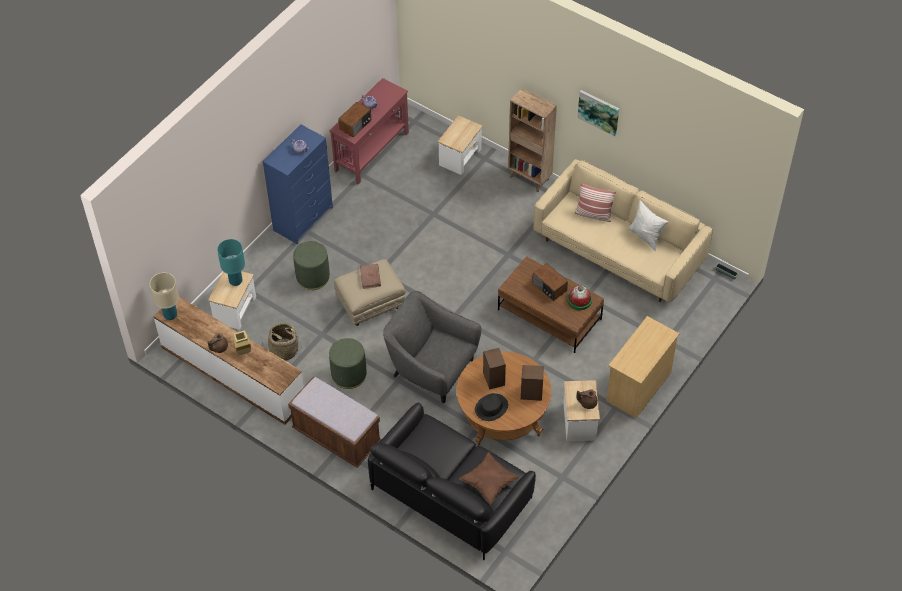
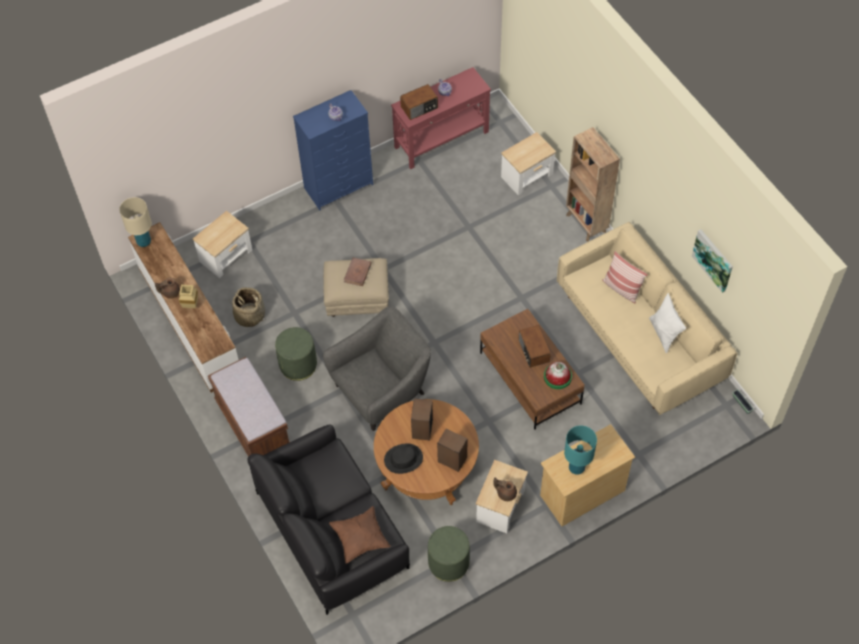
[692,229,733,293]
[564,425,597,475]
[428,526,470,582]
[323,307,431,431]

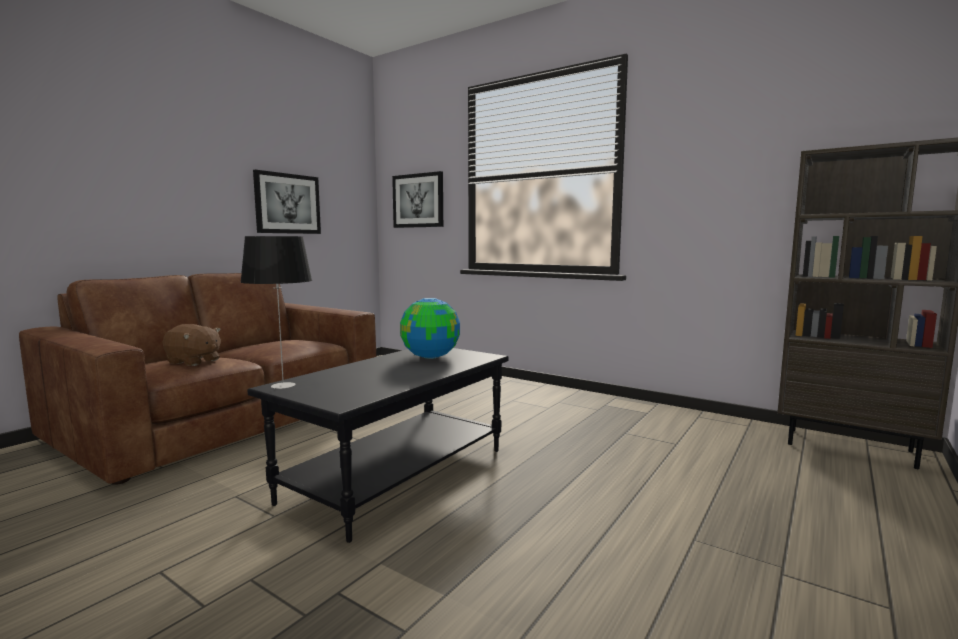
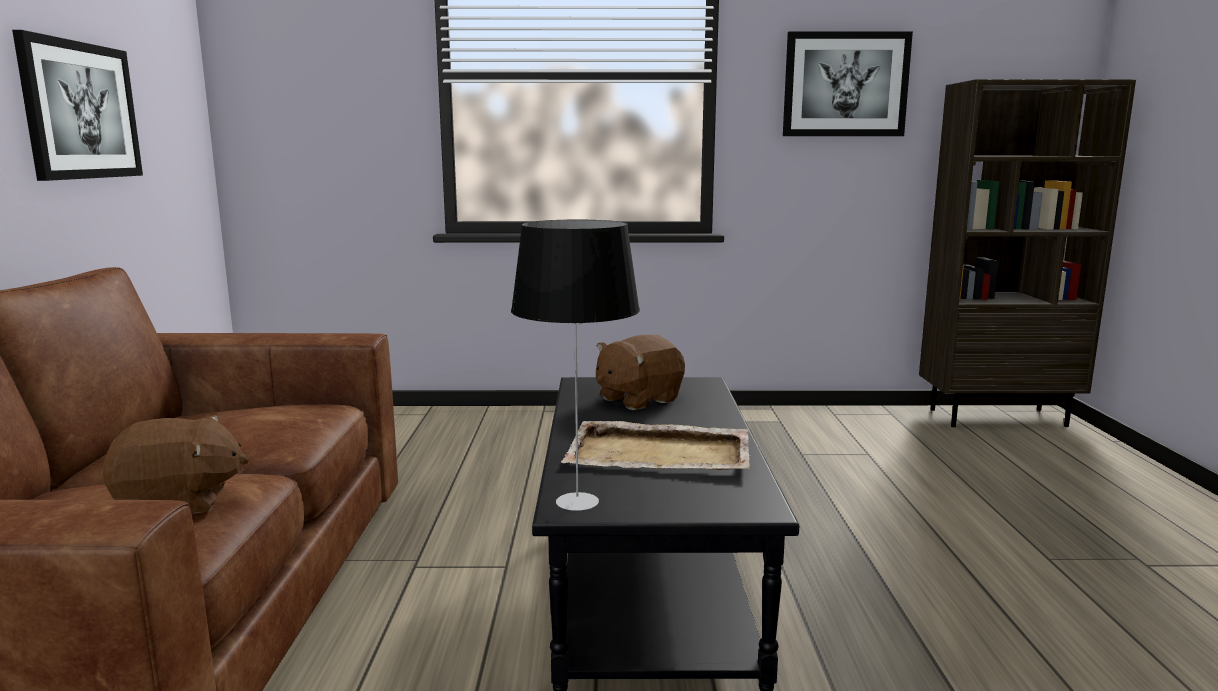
[783,31,913,136]
[596,335,685,410]
[561,421,750,470]

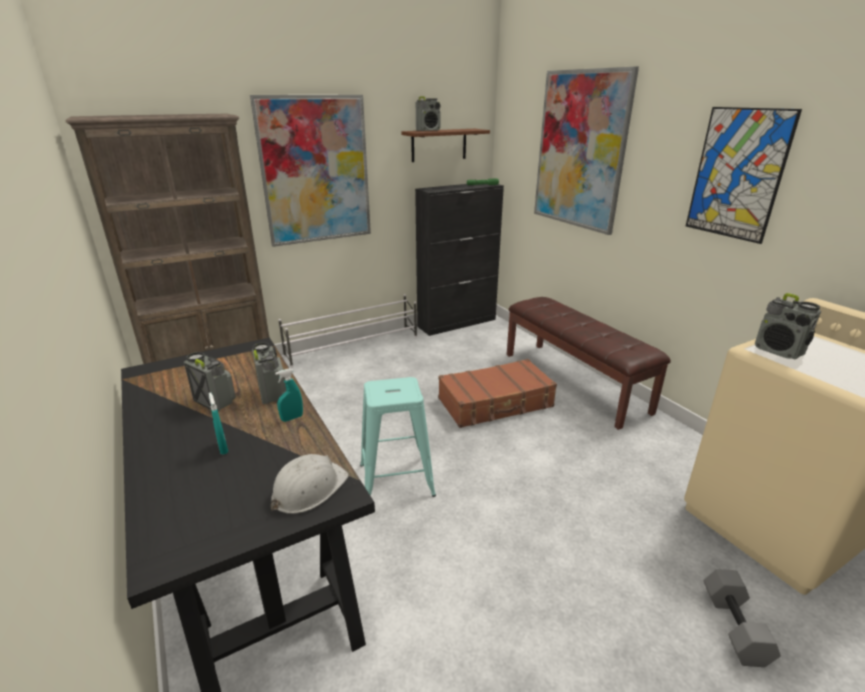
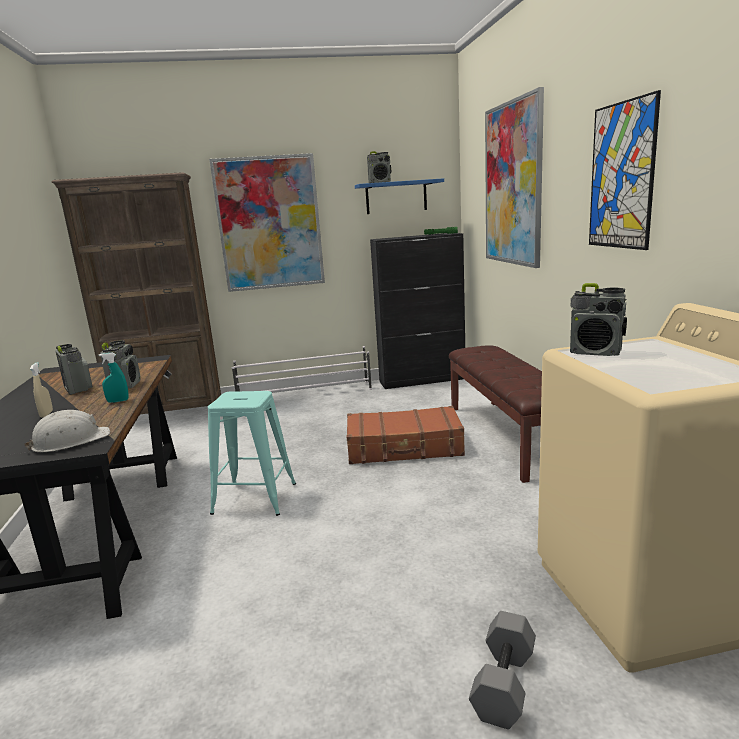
[355,178,444,214]
[570,283,627,356]
[30,362,53,418]

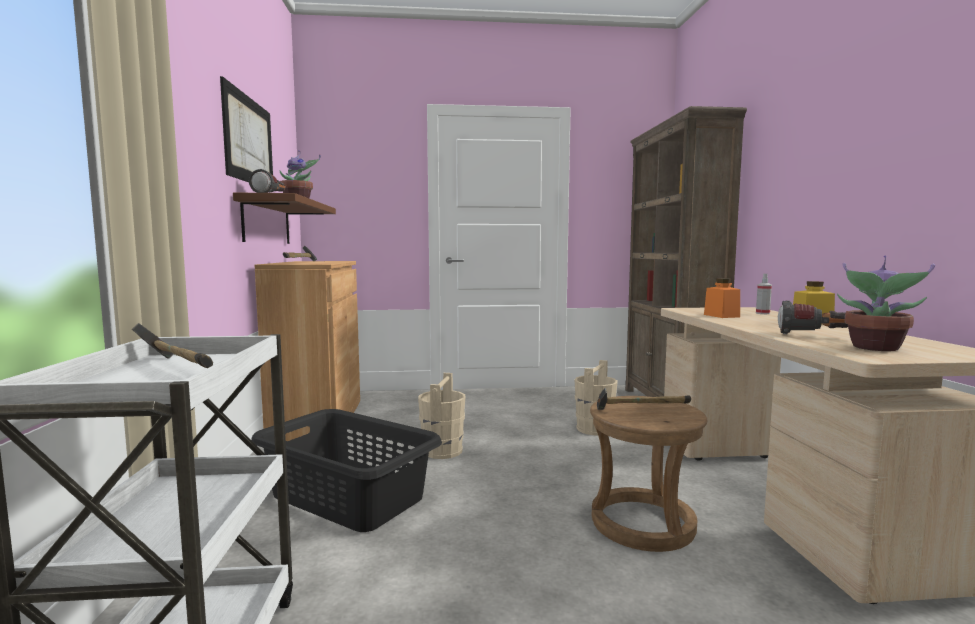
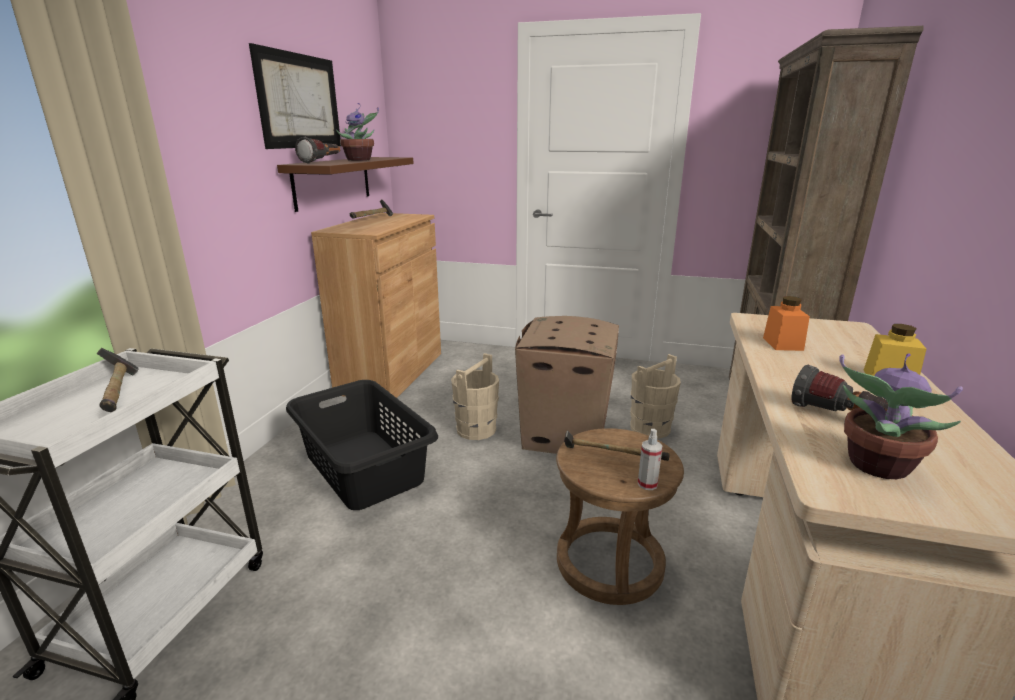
[638,429,663,490]
[515,316,619,454]

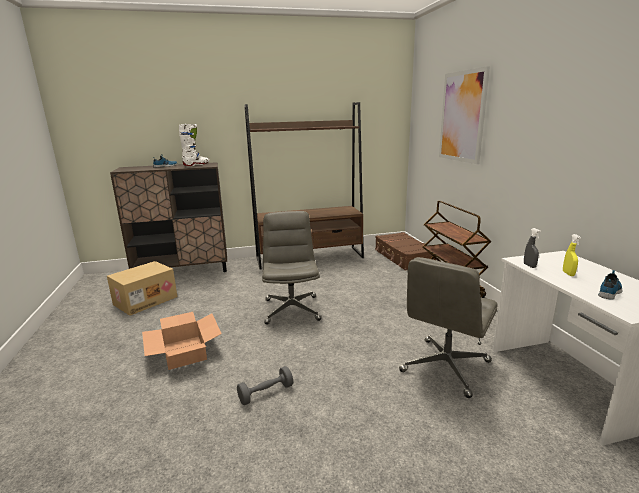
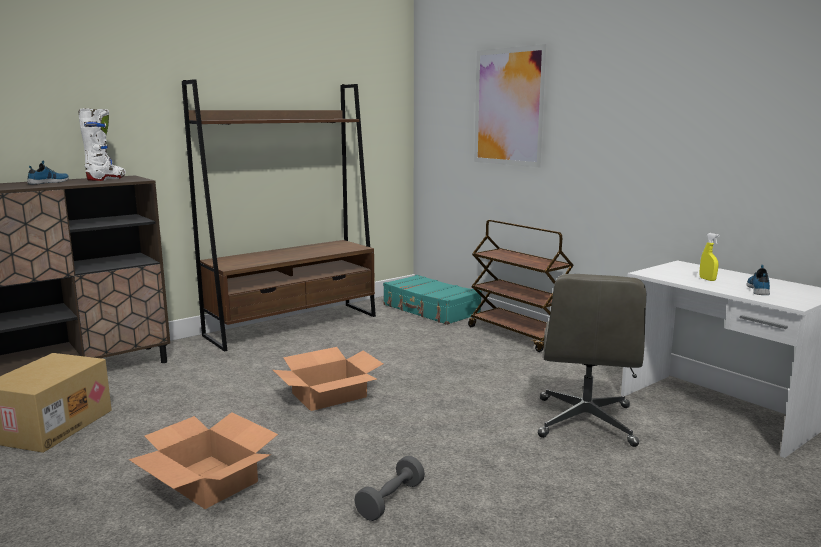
[273,347,383,411]
[524,228,541,268] (first image)
[383,275,482,325]

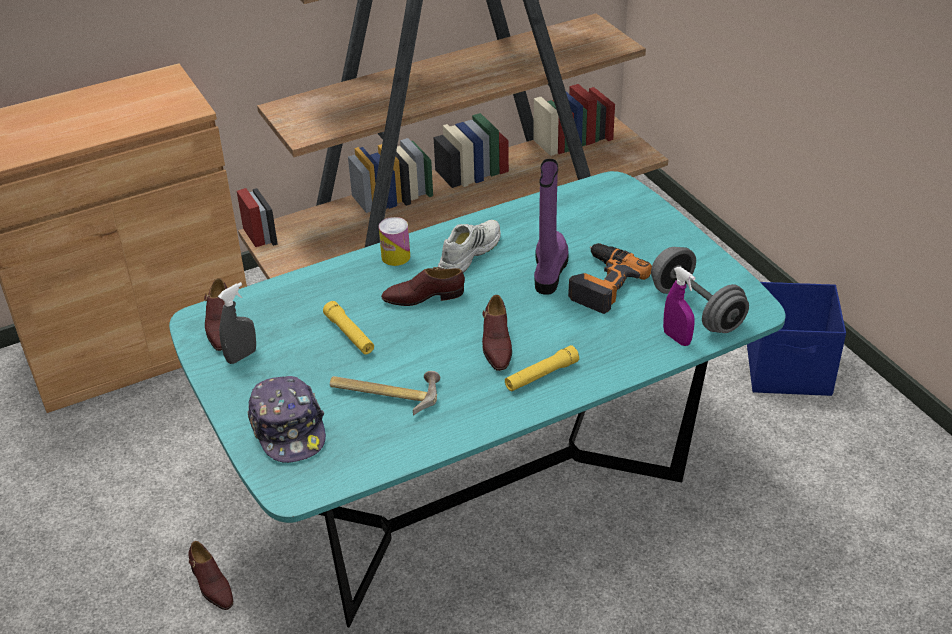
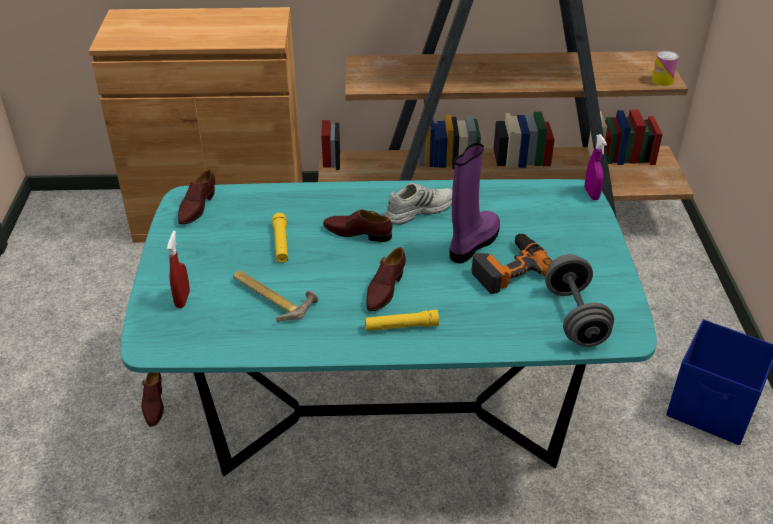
[652,51,679,86]
[585,134,607,200]
[218,282,256,364] (first image)
[167,231,190,308]

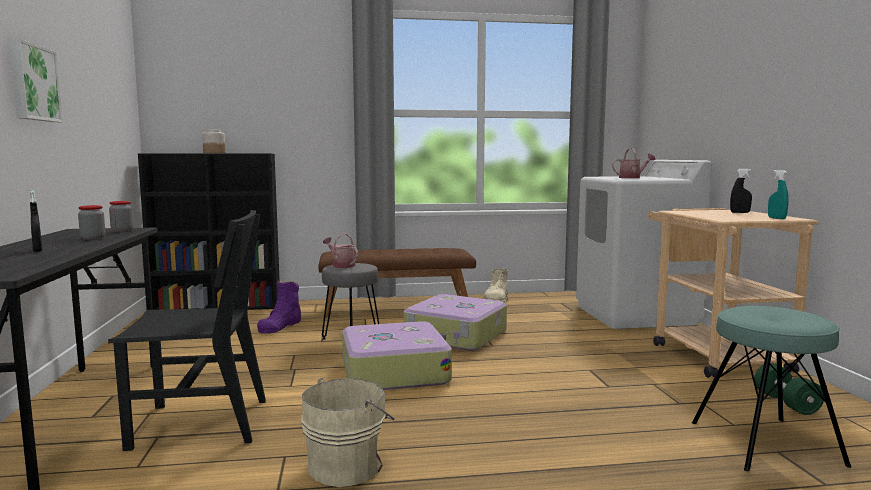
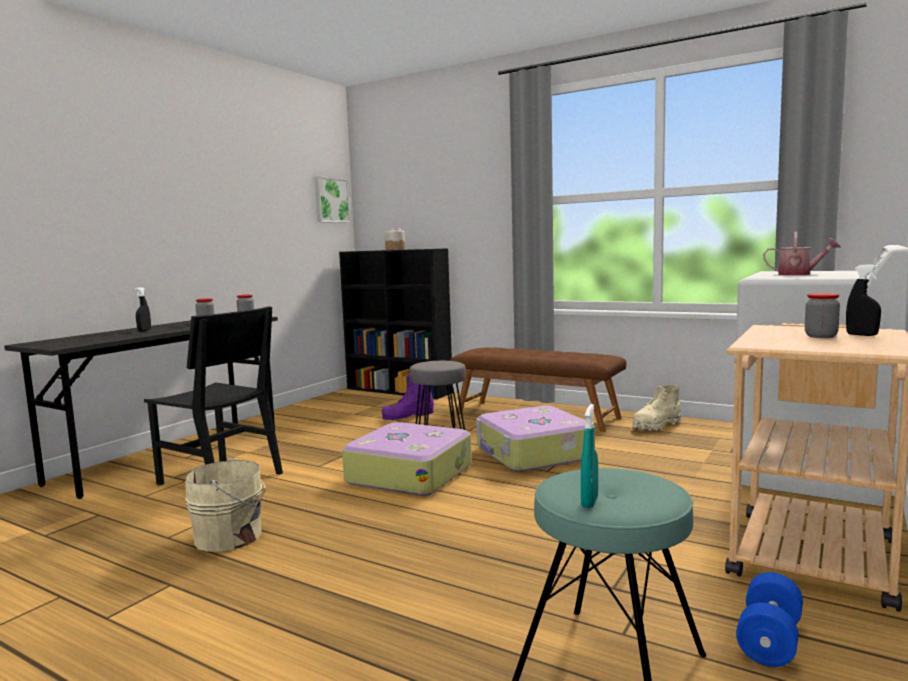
[314,176,350,223]
[581,404,598,508]
[323,233,358,268] (first image)
[736,572,803,667]
[805,293,840,338]

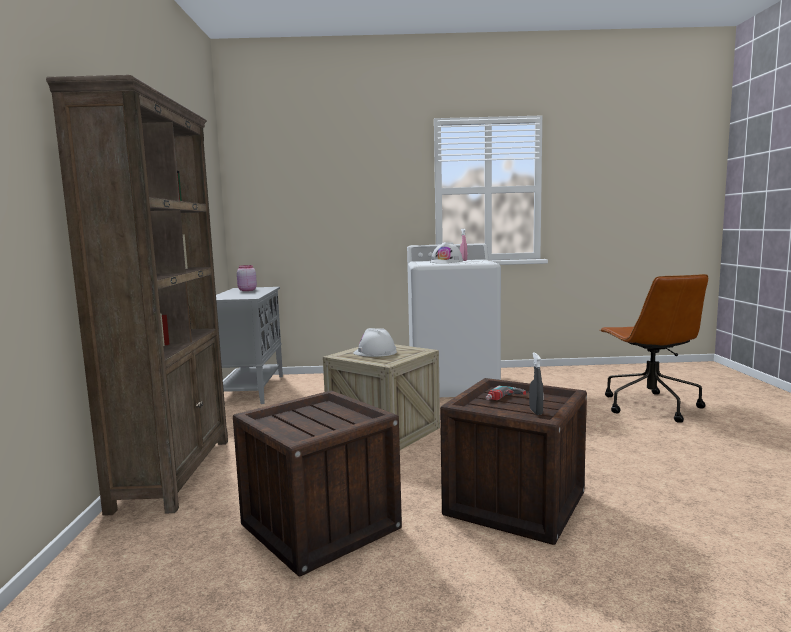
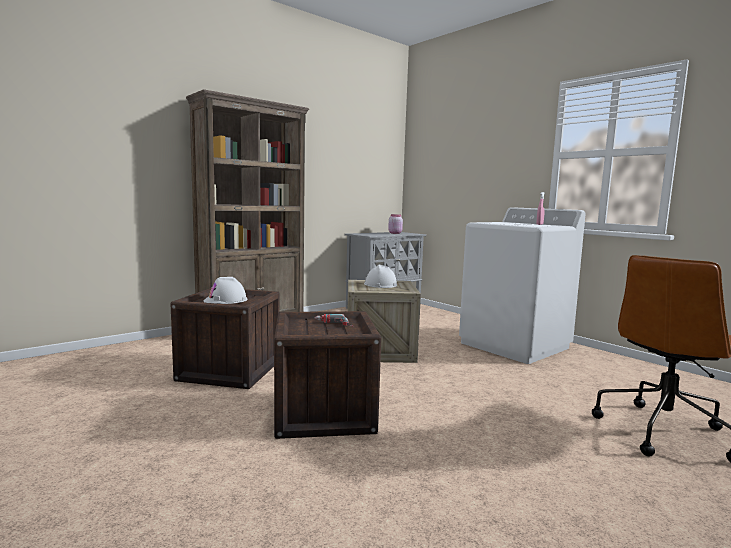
[204,277,248,304]
[529,353,543,415] (first image)

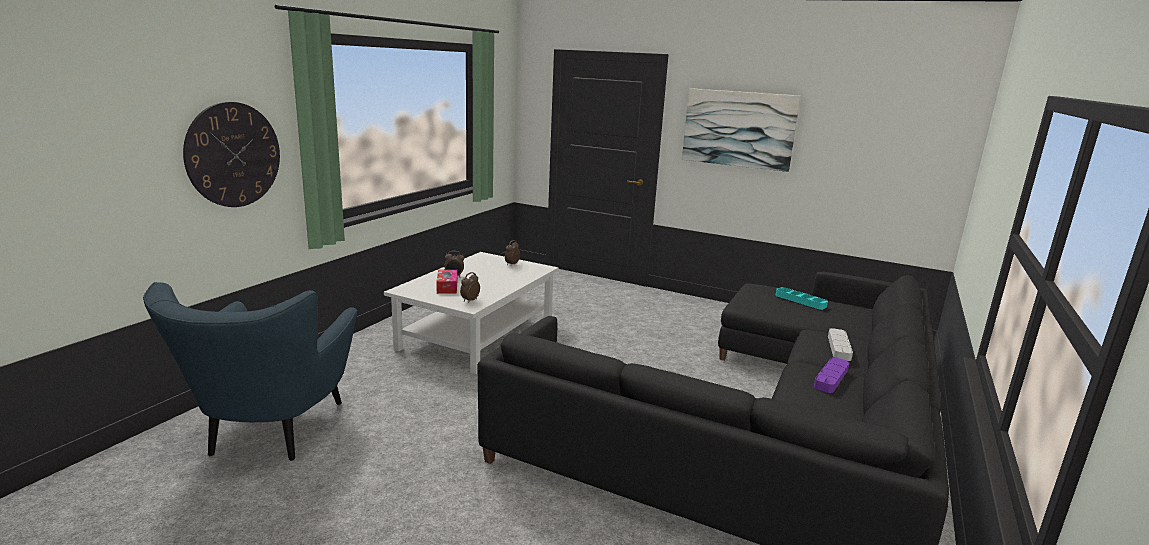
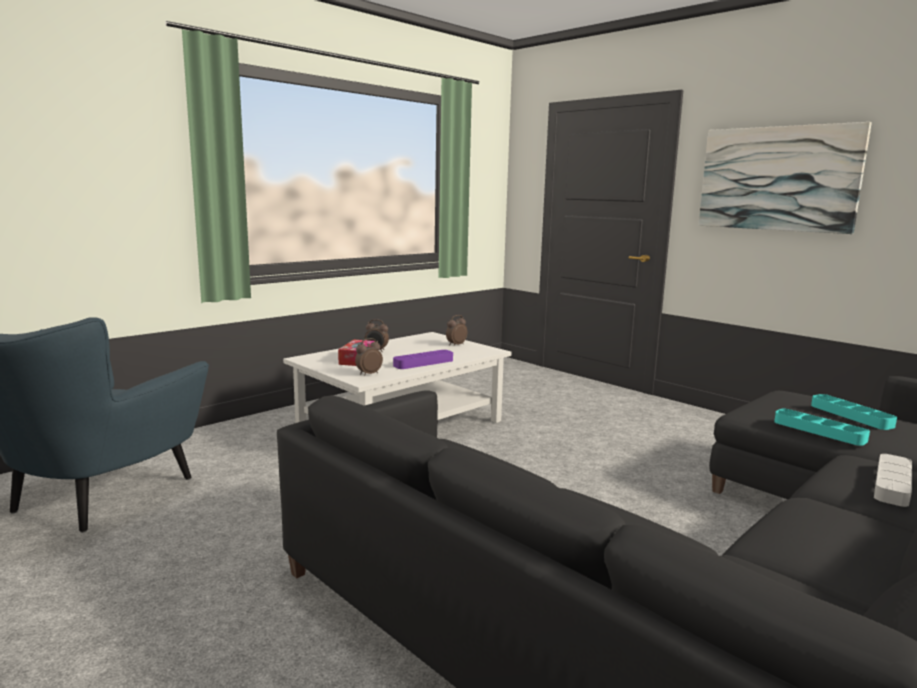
[183,102,280,207] (first image)
[393,350,453,369]
[774,409,870,446]

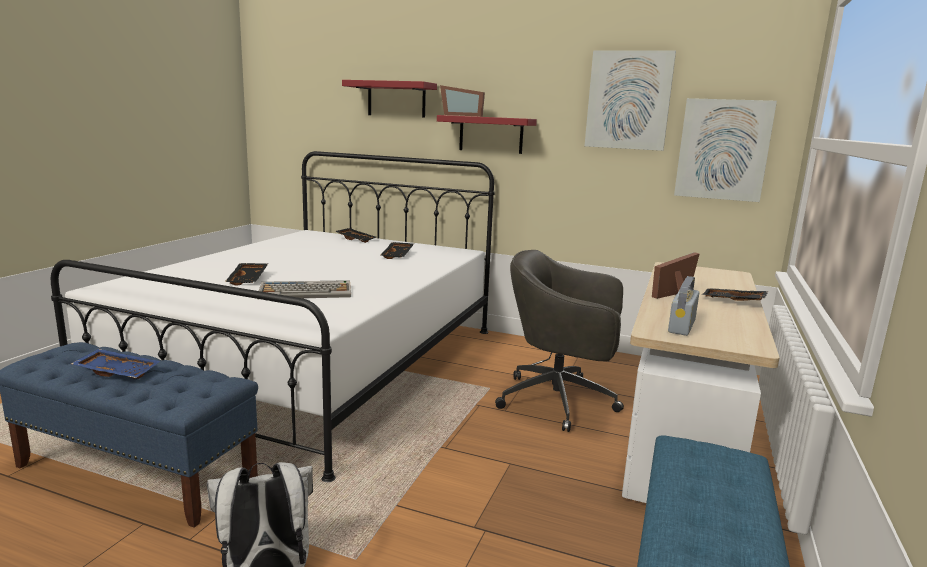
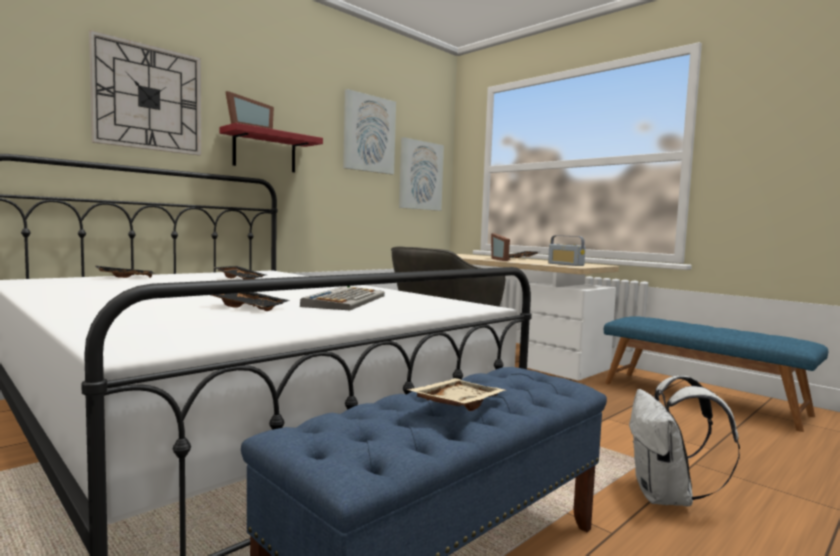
[89,30,201,156]
[407,378,506,411]

